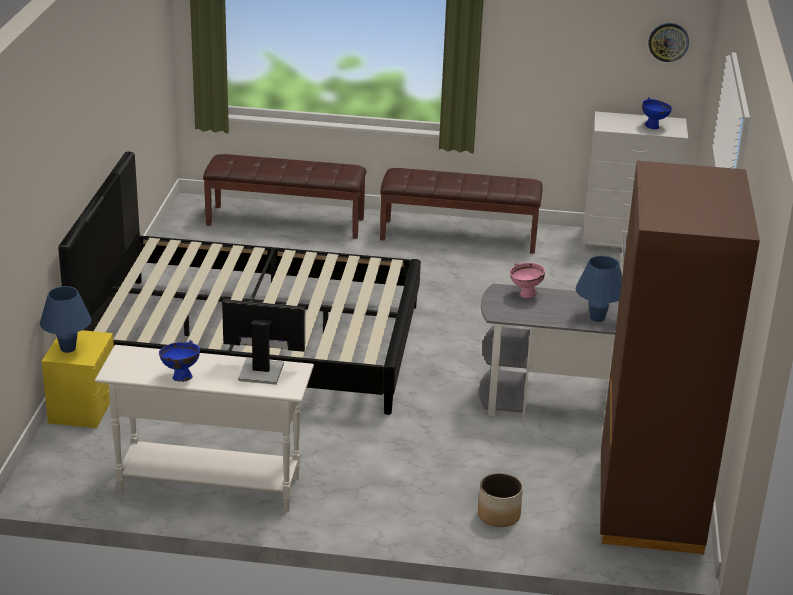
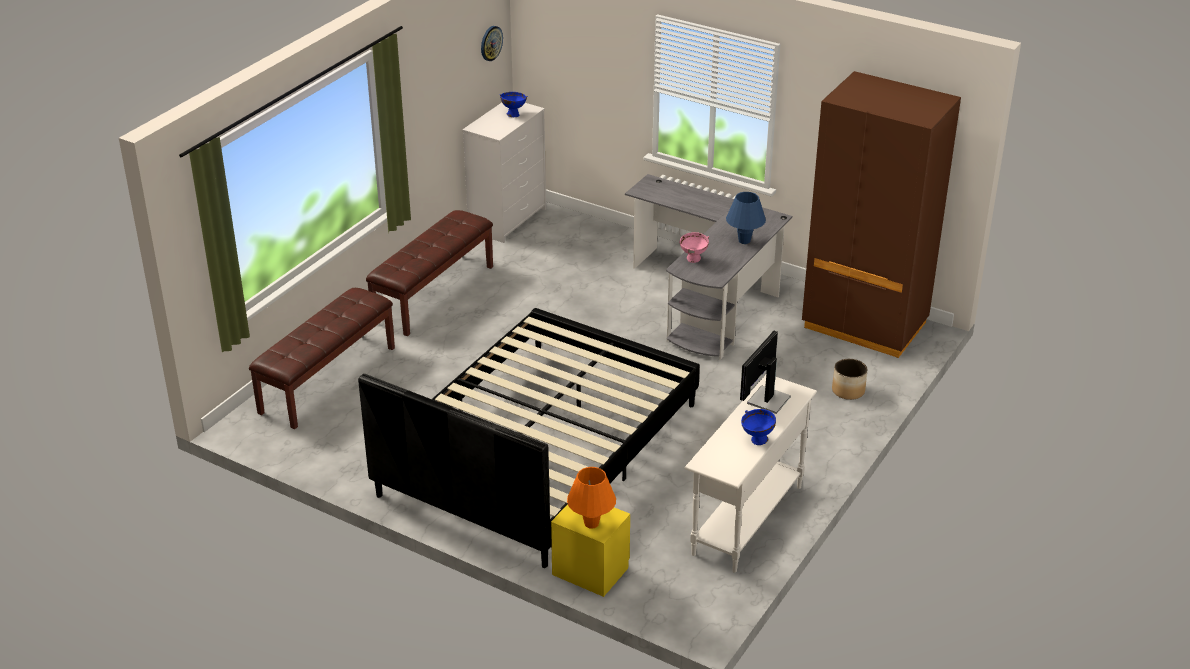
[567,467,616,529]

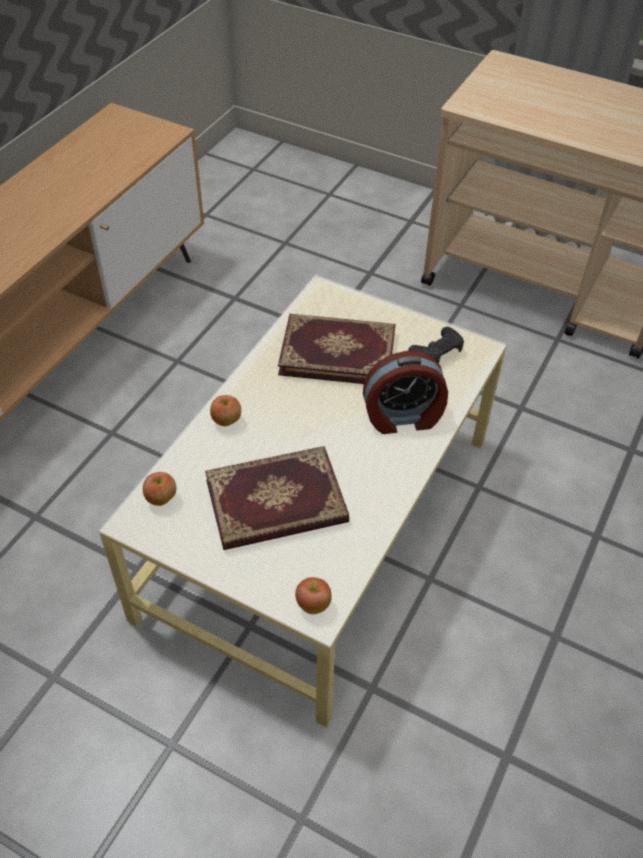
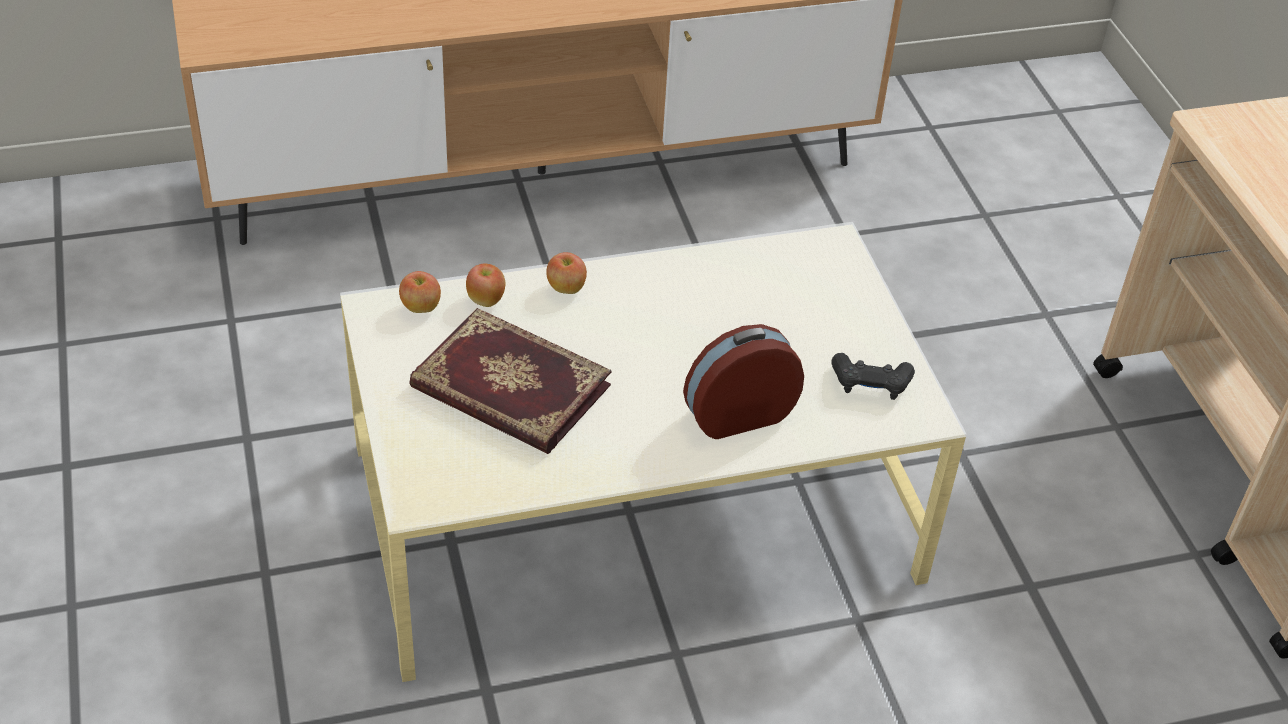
[278,314,395,384] (first image)
[683,324,804,439]
[466,264,505,307]

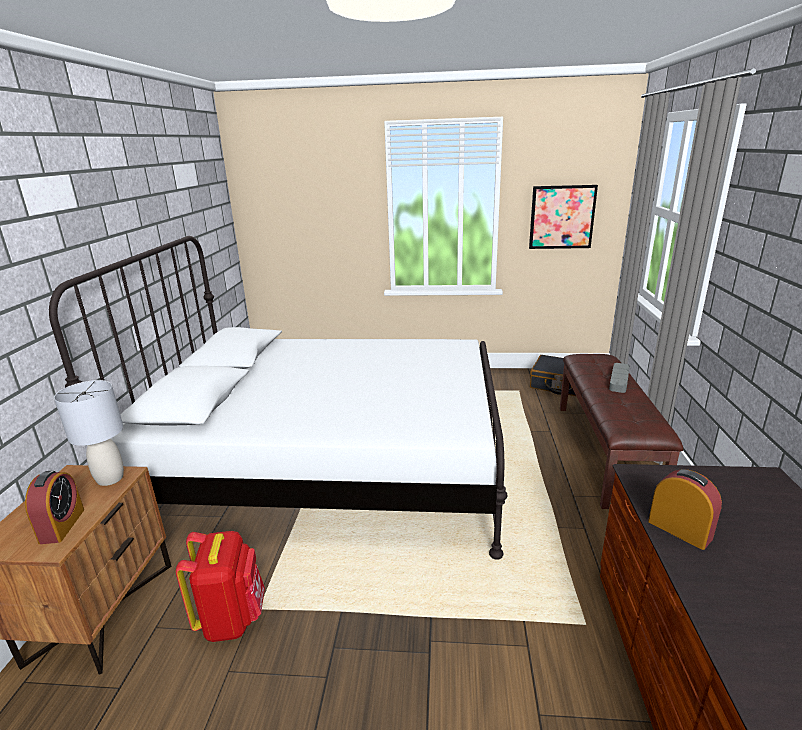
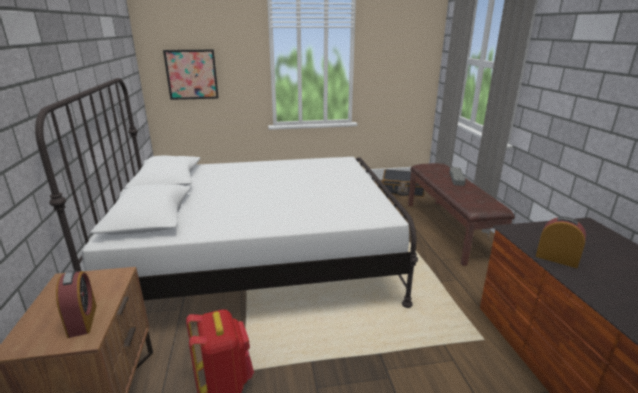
[163,50,219,100]
[54,380,124,486] (first image)

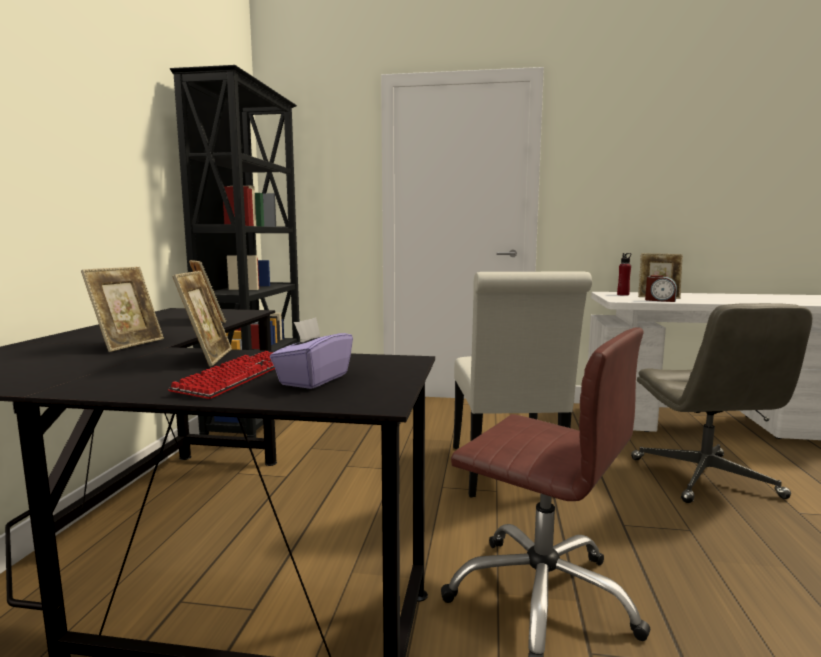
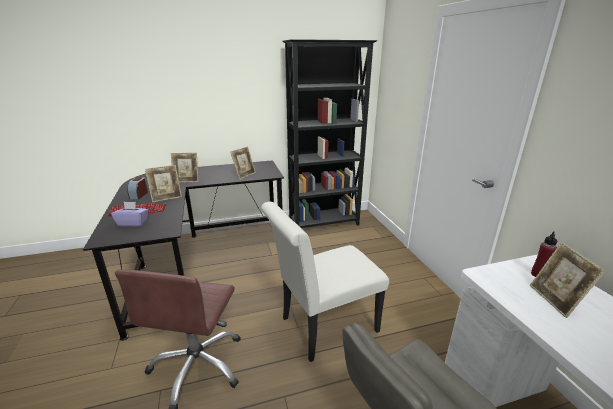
[127,177,148,199]

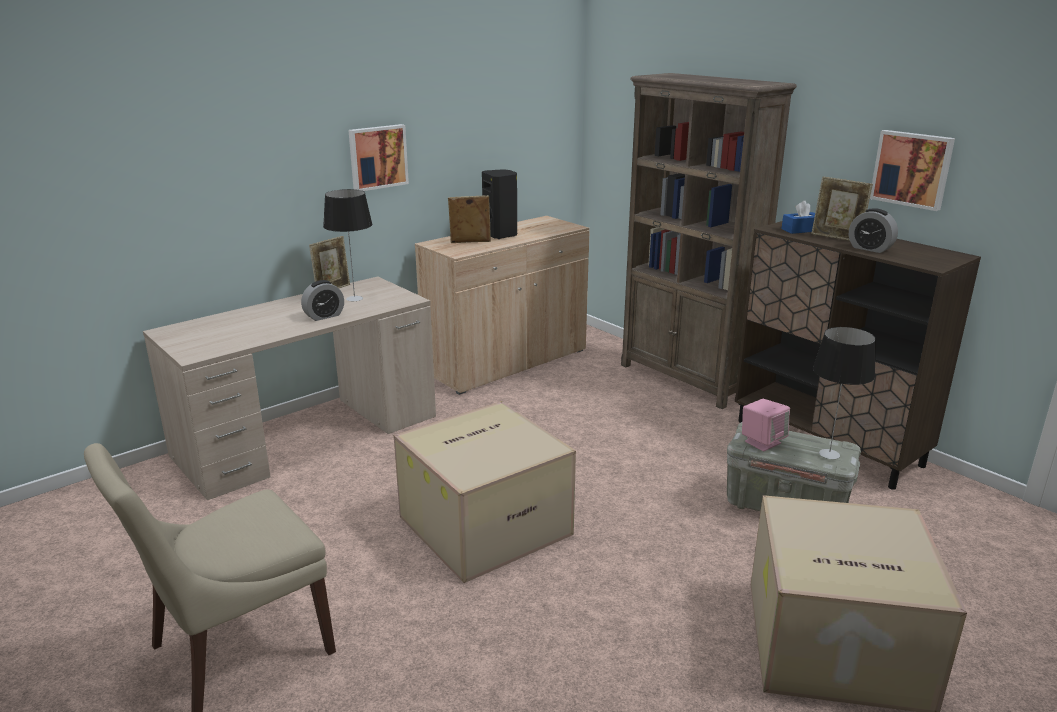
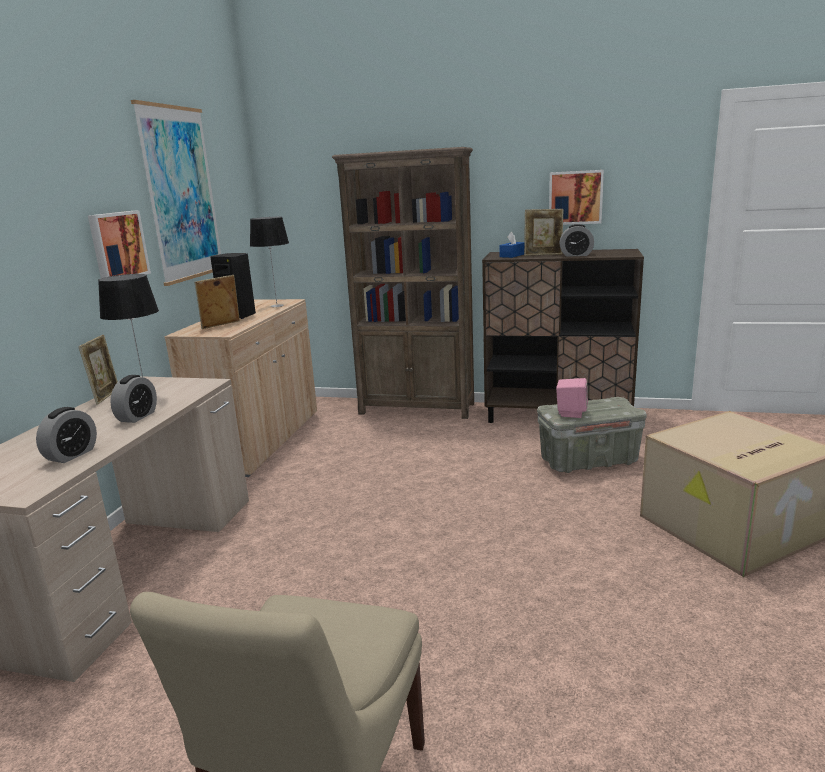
[250,217,289,307]
[394,401,576,583] (first image)
[131,100,221,286]
[36,407,97,463]

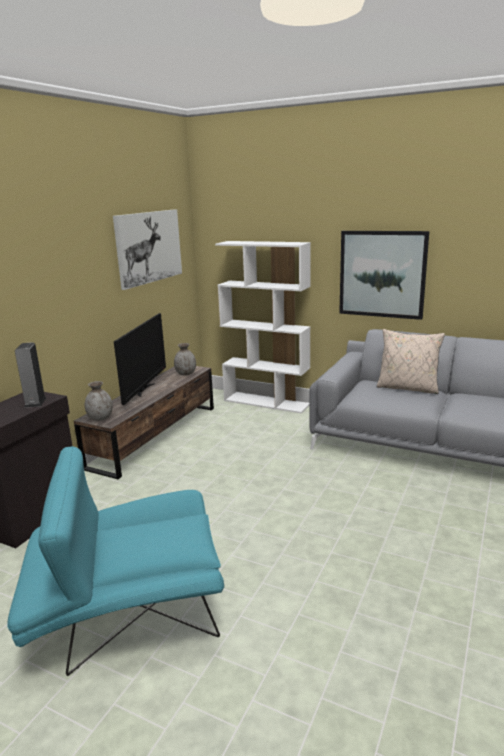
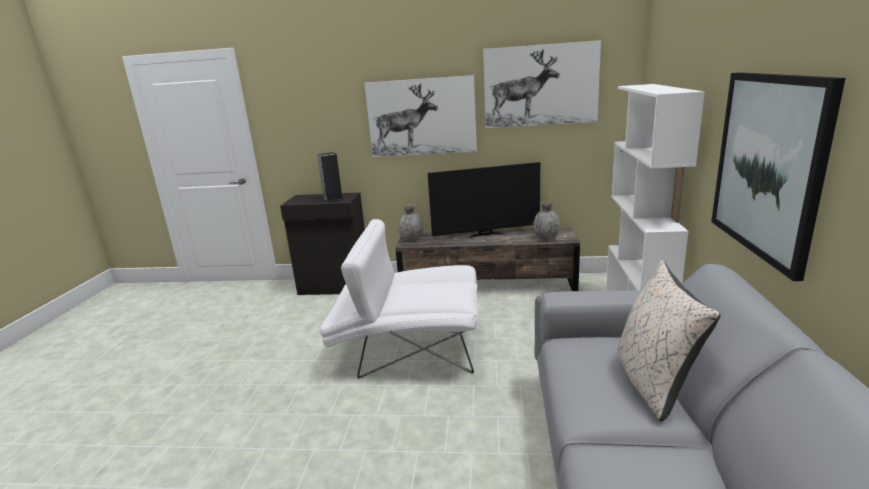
[7,446,224,676] (first image)
[364,75,477,157]
[320,219,477,378]

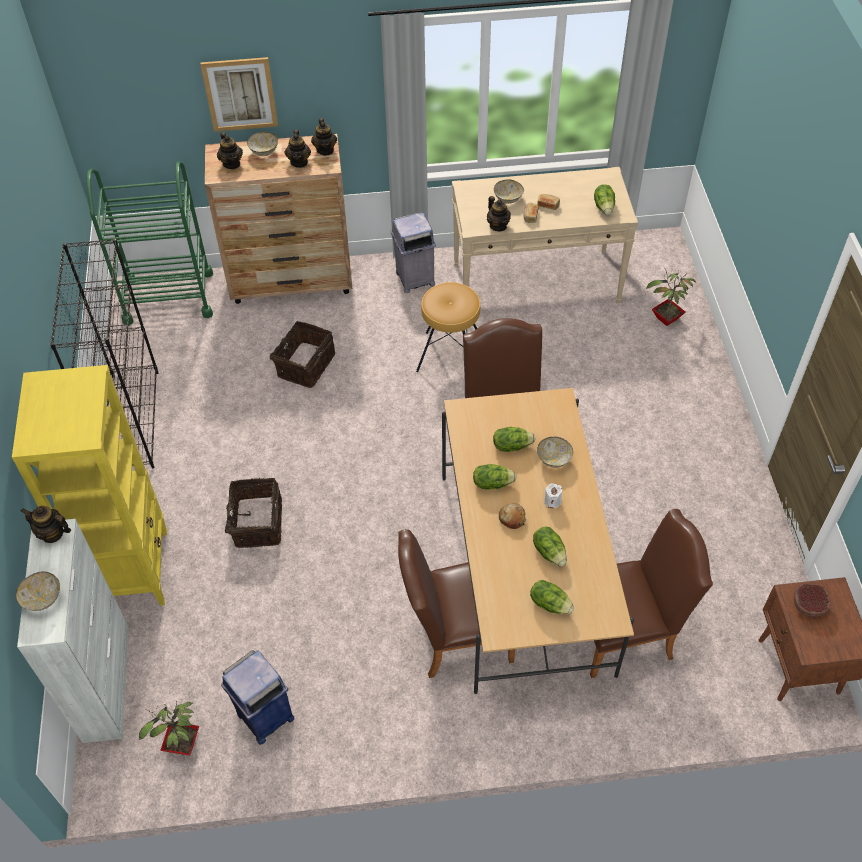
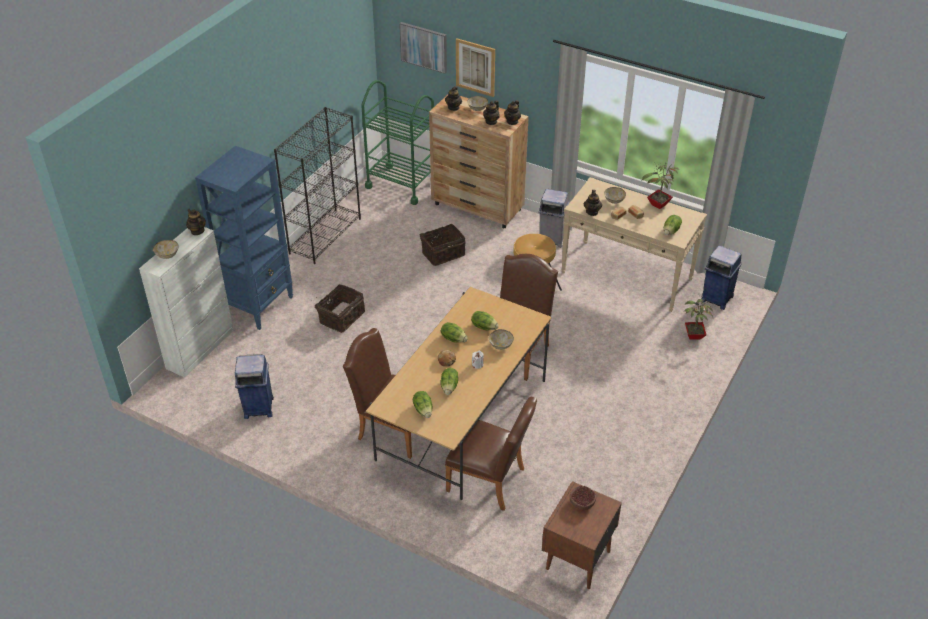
[195,146,293,330]
[642,162,679,209]
[399,22,447,74]
[702,246,742,310]

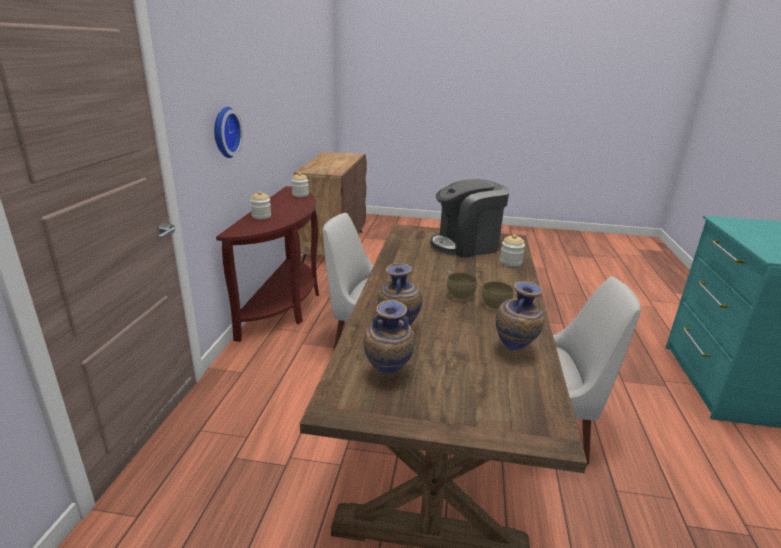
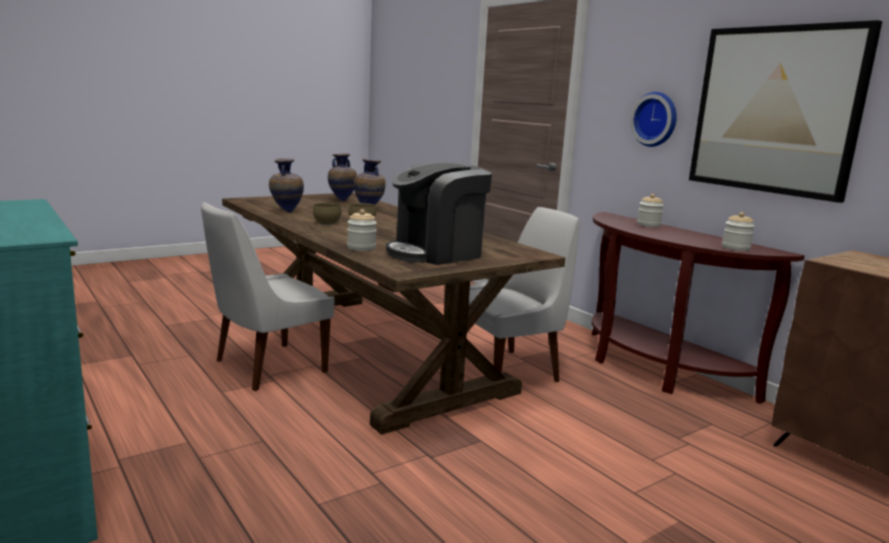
[386,162,492,265]
[689,20,882,203]

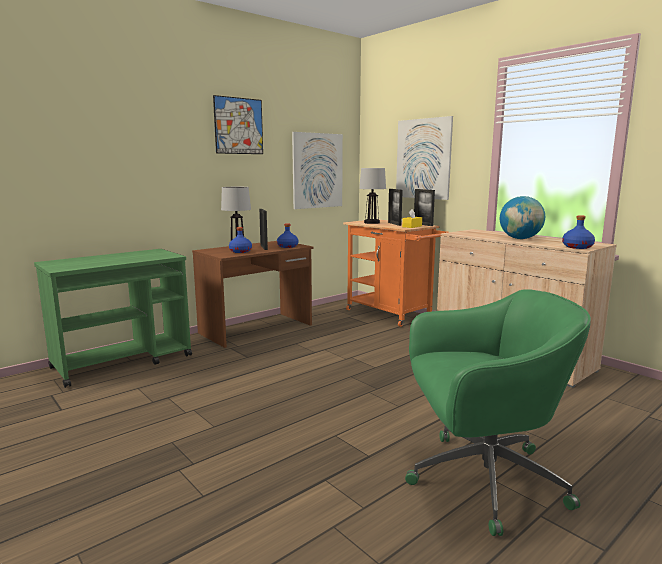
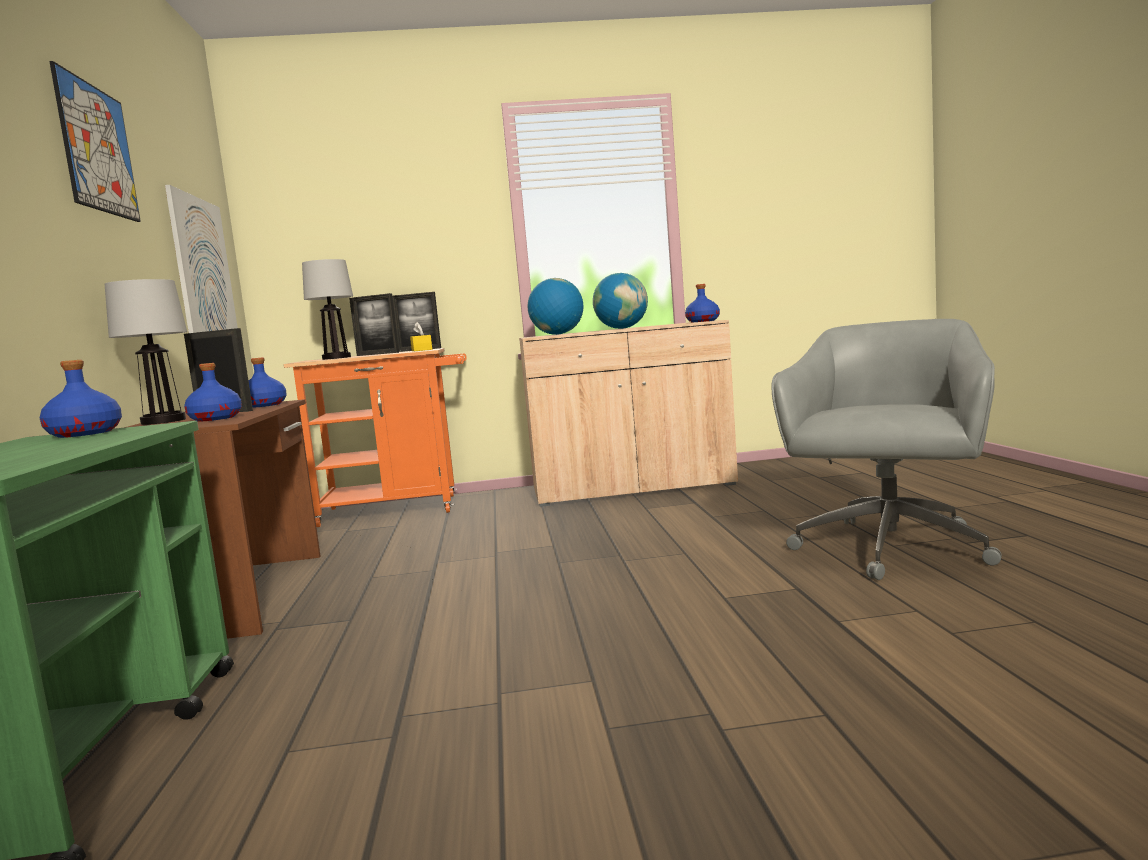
[396,116,453,200] (first image)
[772,319,1002,580]
[527,278,584,335]
[40,360,122,438]

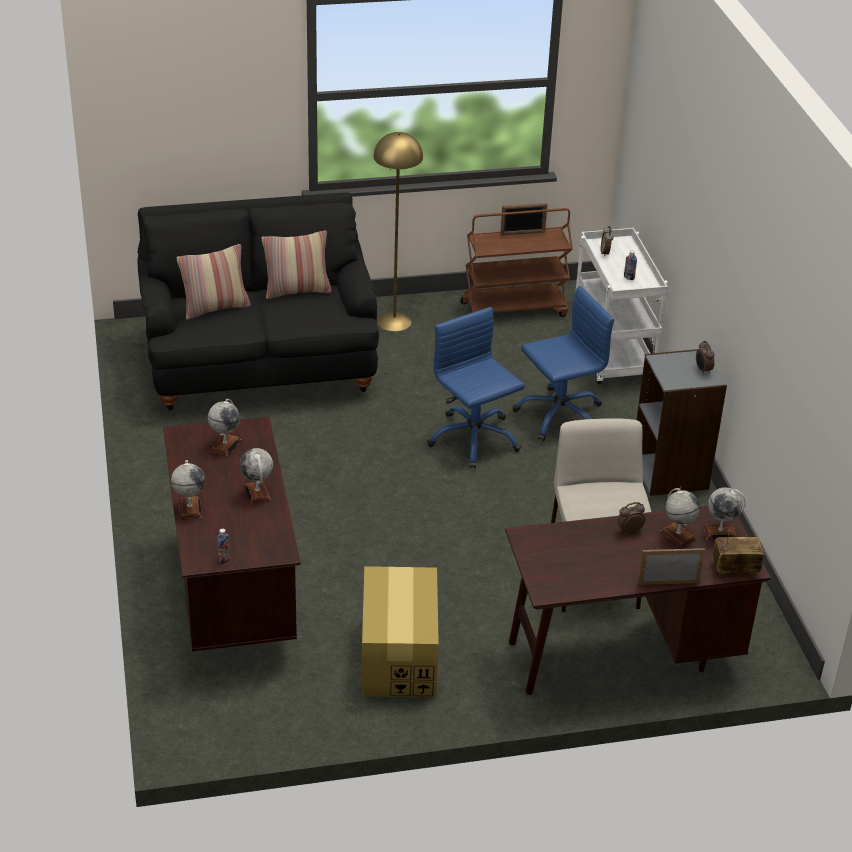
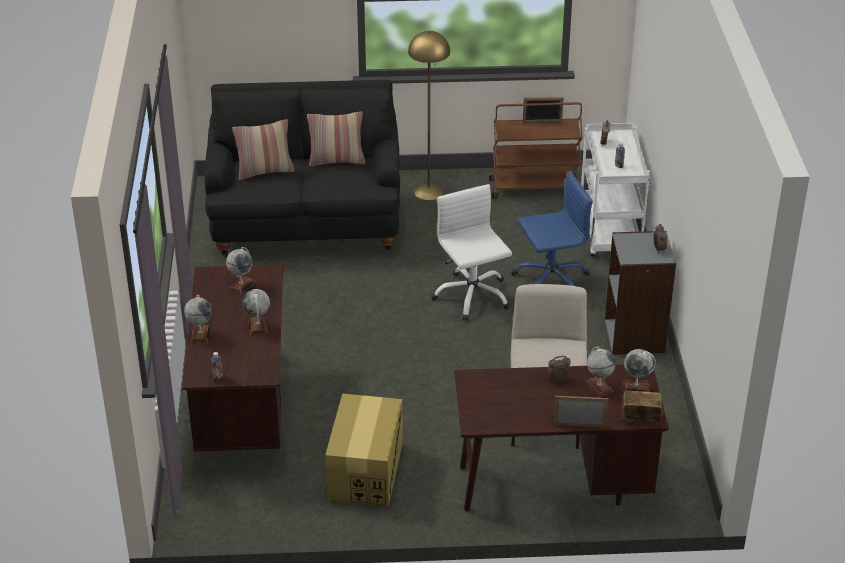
[431,184,512,321]

